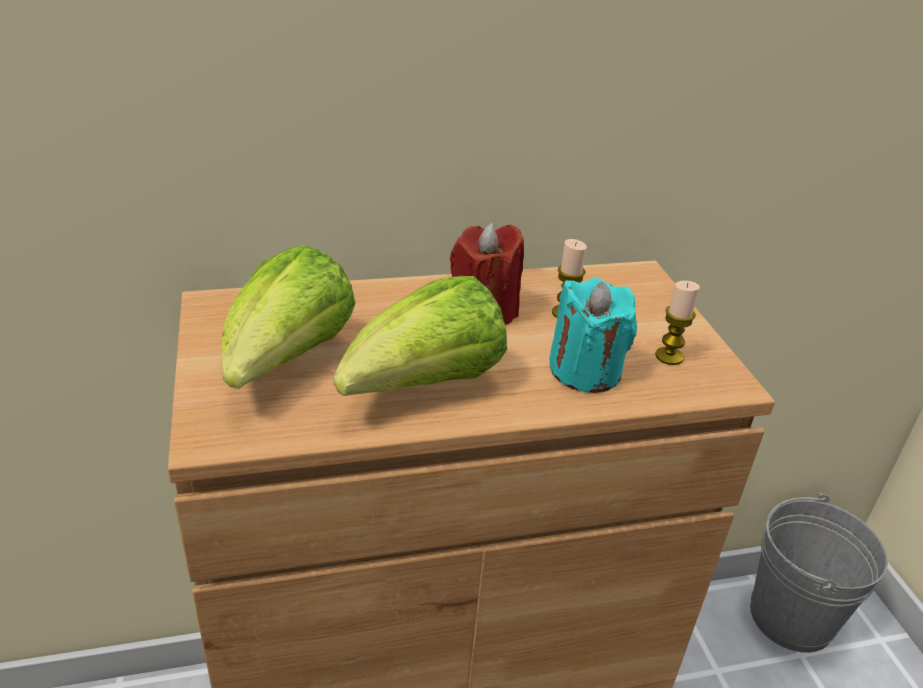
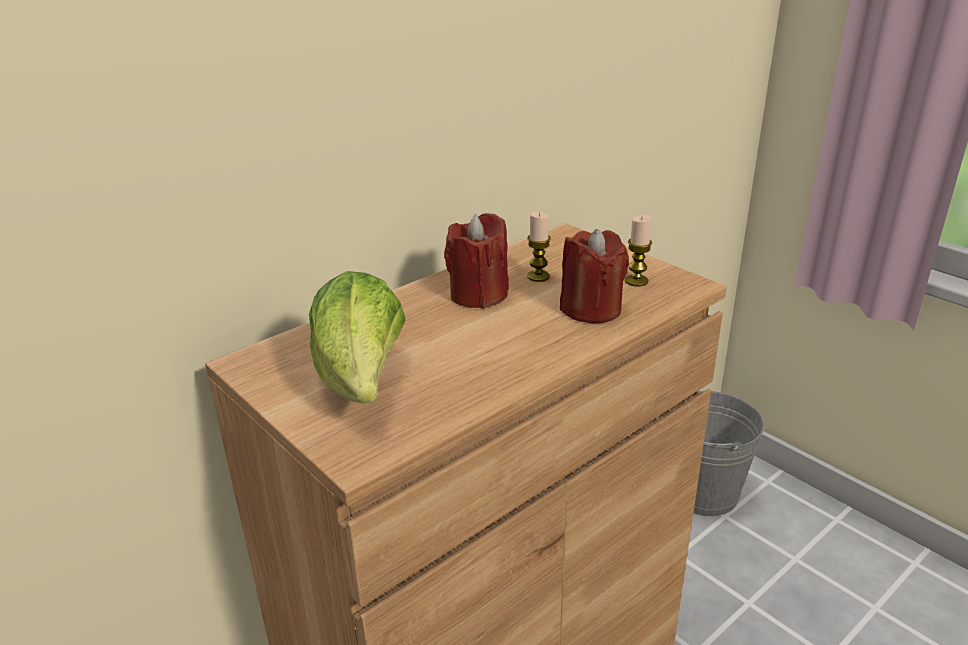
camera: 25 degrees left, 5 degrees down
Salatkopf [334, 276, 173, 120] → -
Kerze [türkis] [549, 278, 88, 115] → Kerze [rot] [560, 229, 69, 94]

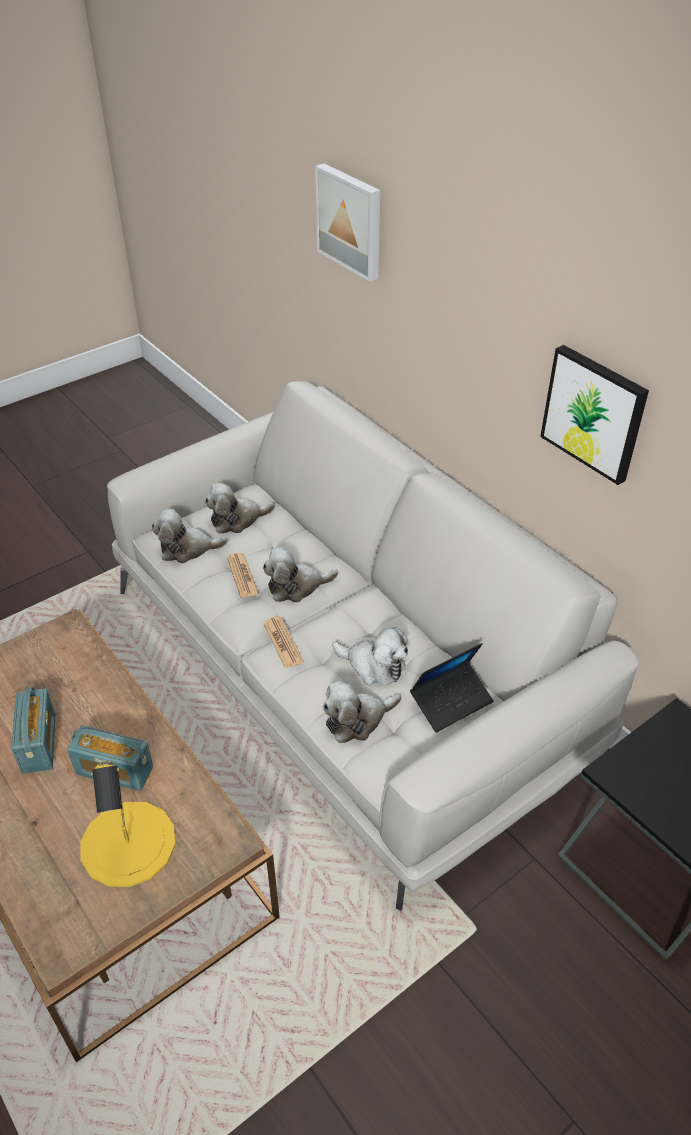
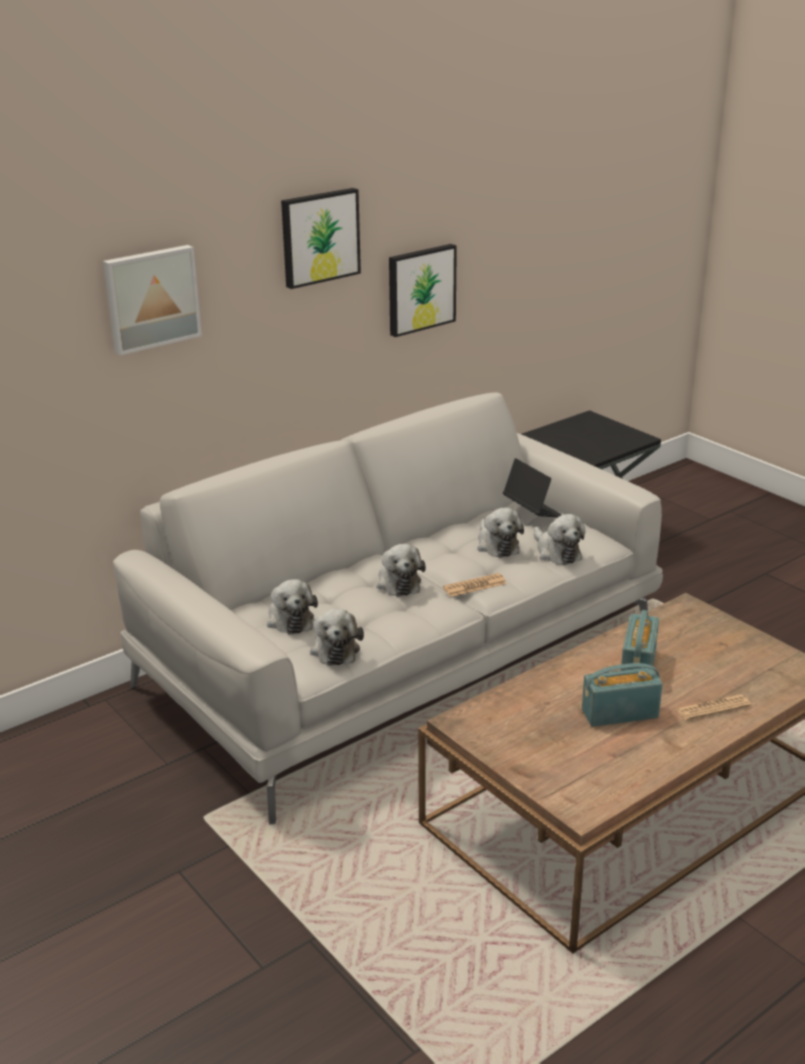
camera: 90 degrees left, 15 degrees down
Zeitung [227, 553, 32, 45] → Zeitung [676, 694, 75, 26], relocated
Plüschtier [332, 627, 76, 58] → Plüschtier [478, 508, 46, 50], 135 degrees clockwise
Tischlampe [gelb] [81, 762, 95, 125] → -
- → Bild [281, 188, 80, 101]

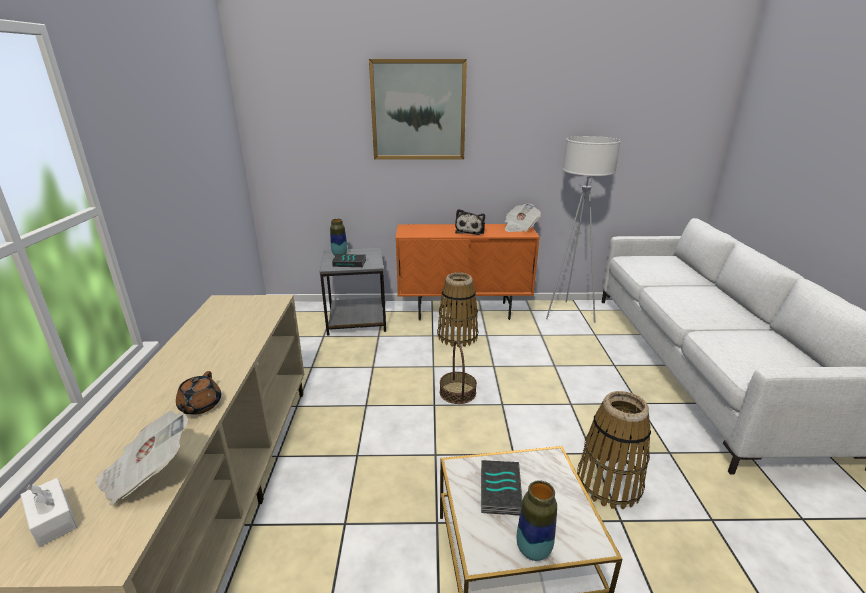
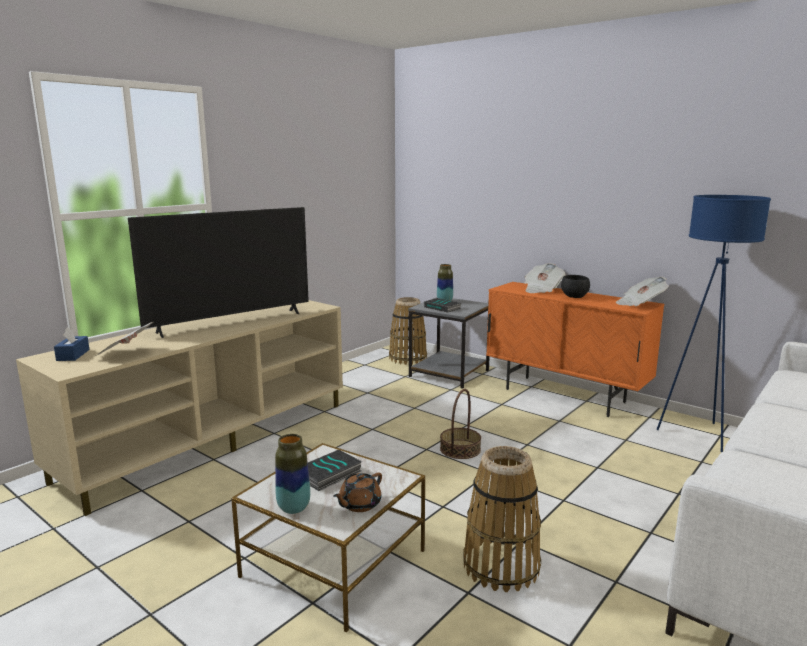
camera: 40 degrees right, 10 degrees down
Bild [369, 59, 98, 101] → -
Stehlampe [weiß] [546, 136, 75, 187] → Stehlampe [blau] [656, 195, 115, 257]
Plüschtier [455, 209, 30, 26] → Schüssel [schwarz] [561, 275, 29, 23]
Korb [437, 272, 41, 75] → Korb [389, 297, 38, 68], relocated
Teekanne [braun] [176, 371, 45, 44] → Teekanne [braun] [334, 473, 48, 39], relocated
Taschentuchbox [weiß] [21, 478, 56, 69] → Taschentuchbox [blau] [54, 327, 36, 34]
- → Fernseher [128, 207, 181, 131]
- → Zeitung [524, 263, 41, 30]

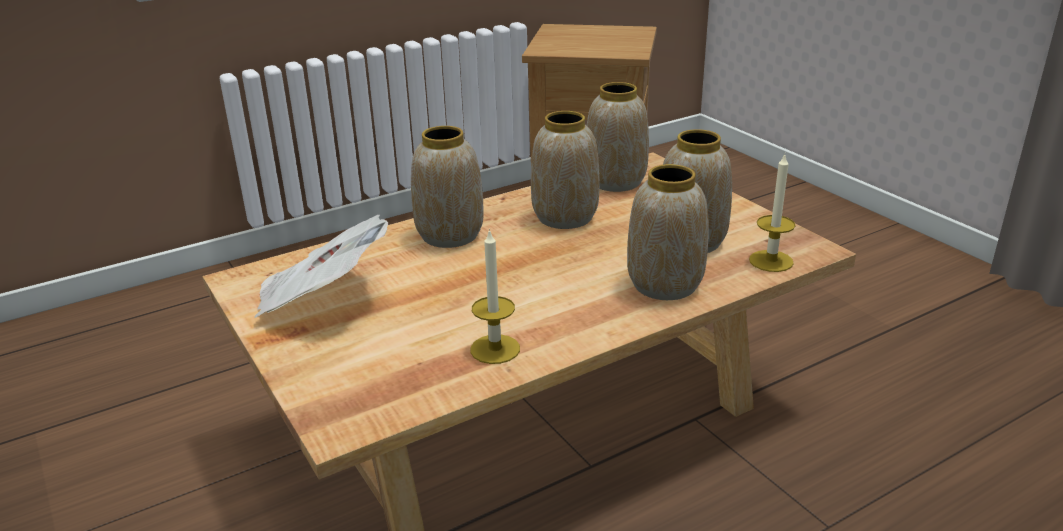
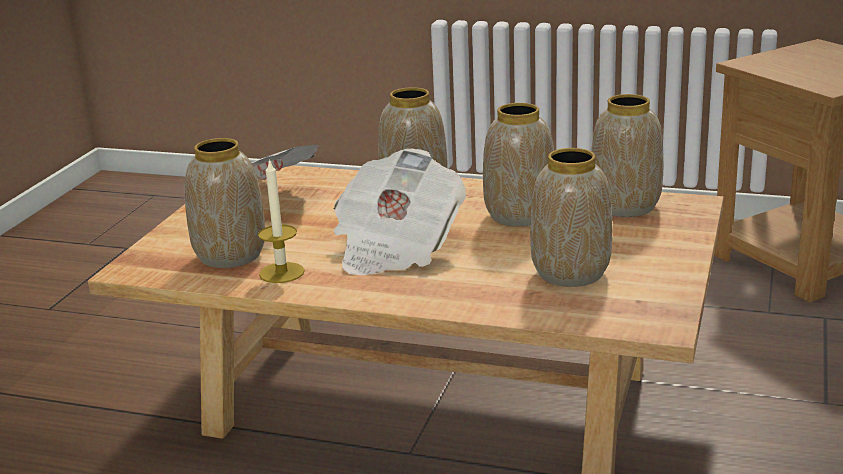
camera: 50 degrees right, 5 degrees down
Kerze [749, 154, 46, 118] → -
Vase [627, 164, 82, 136] → Vase [185, 138, 80, 130], relocated
- → Zeitung [334, 149, 132, 126]

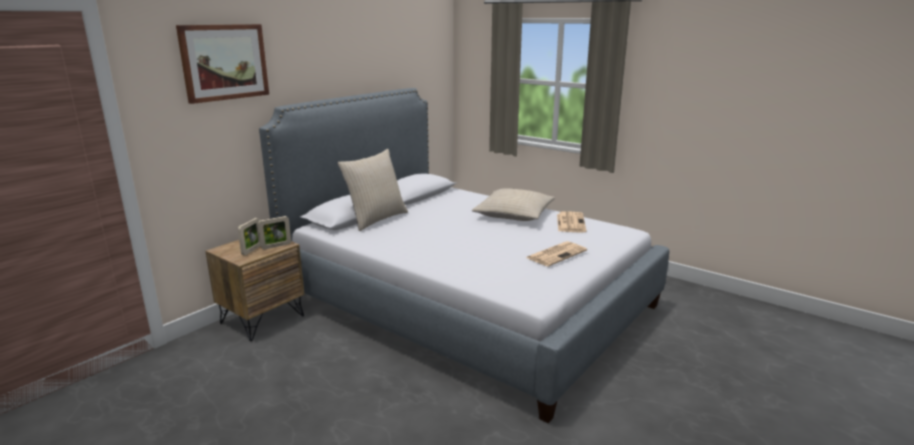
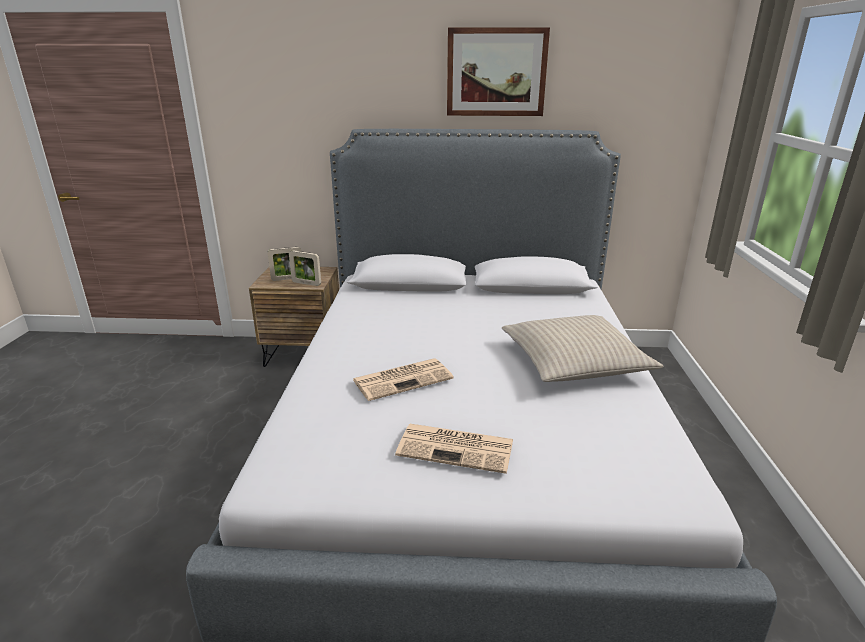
camera: 55 degrees right, 5 degrees up
Bild [176, 24, 93, 80] → Bild [447, 27, 103, 89], relocated
Kissen [beige] [338, 149, 70, 82] → -
Zeitung [557, 212, 29, 21] → Zeitung [352, 358, 102, 43], relocated

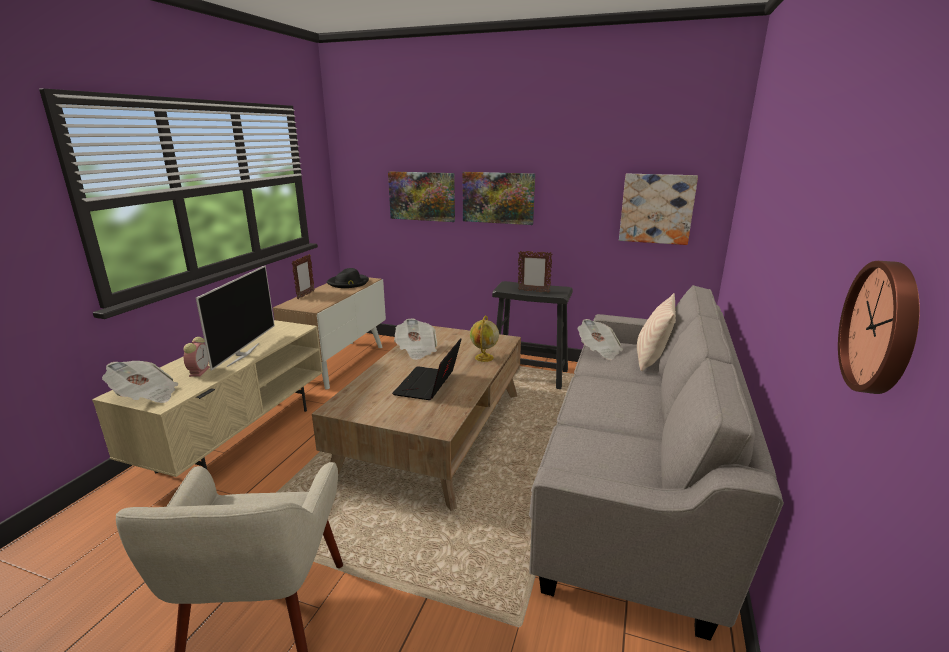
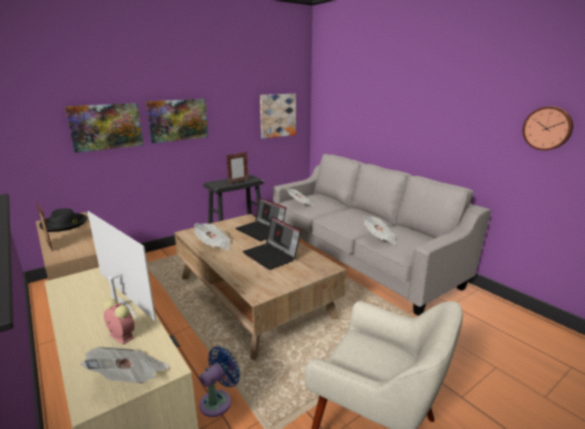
camera: 55 degrees left, 0 degrees up
Kissen [beige] [637, 293, 39, 78] → -
Globus [470, 316, 29, 46] → Laptop [236, 198, 50, 43]
- → Zeitung [364, 216, 32, 29]
- → Ventilator [blau] [199, 346, 41, 71]

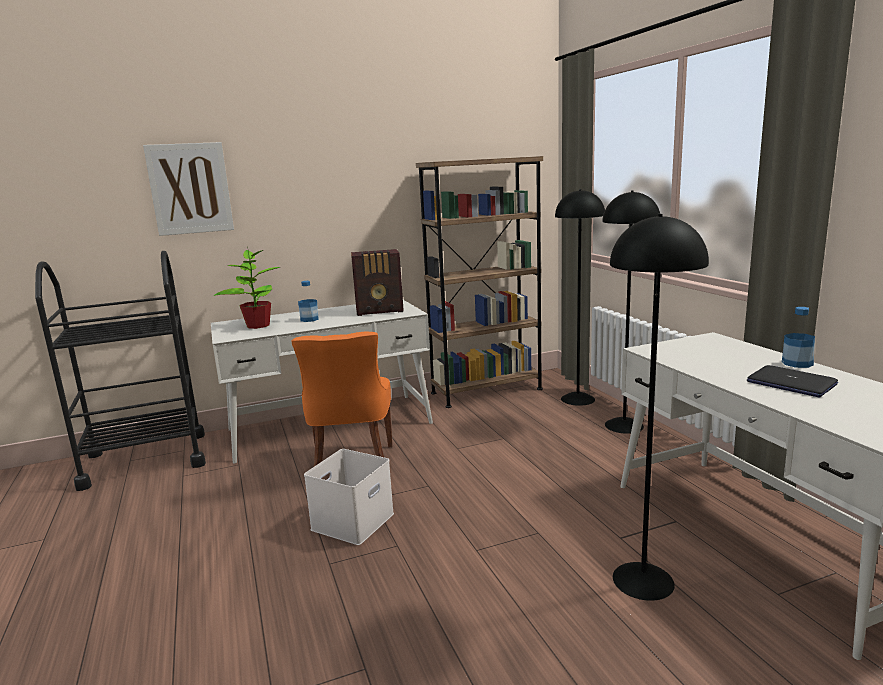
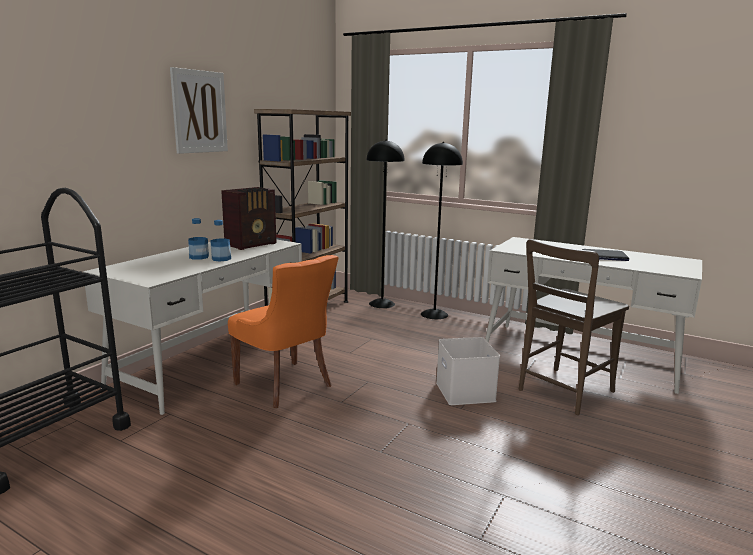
camera: 40 degrees left, 0 degrees up
Bild [143, 142, 91, 94] → Bild [170, 67, 58, 87], relocated
Stehlampe [schwarz] [610, 214, 99, 387] → Stuhl [braun] [519, 239, 110, 176]
Topfpflanze [214, 247, 67, 82] → -
Flasche [782, 307, 33, 61] → Flasche [210, 220, 21, 42], relocated
Aufbewahrungsbox [weiß] [304, 449, 90, 96] → Aufbewahrungsbox [weiß] [436, 337, 64, 68], relocated

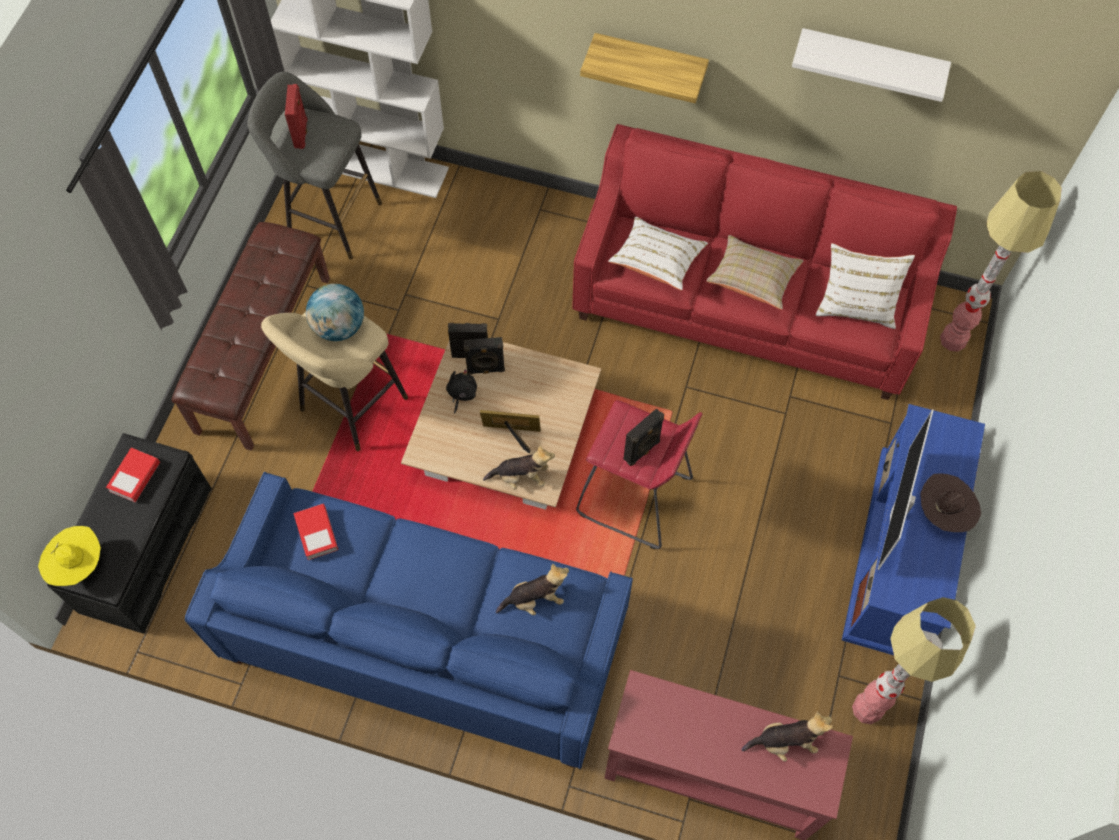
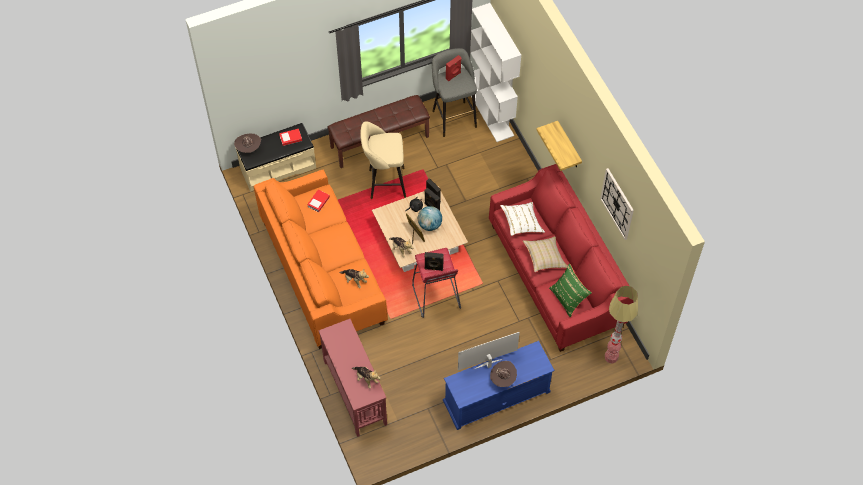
camera: 50 degrees right, 5 degrees down
Wandregal [weiß] [792, 28, 159, 74] → Wanduhr [600, 168, 34, 72]
Kissen [weiß] [816, 243, 99, 86] → Kissen [grün] [549, 263, 43, 54]
Globus [306, 284, 58, 57] → Globus [418, 206, 24, 25], relocated
Bank [schwarz] [47, 433, 165, 201] → Bank [beige] [235, 123, 81, 69]
Sofa [blau] [185, 472, 448, 297] → Sofa [orange] [254, 170, 134, 179]
Hut [gelb] [38, 526, 63, 60] → Hut [braun] [234, 134, 27, 19]
Stehlampe [852, 597, 124, 127] → -

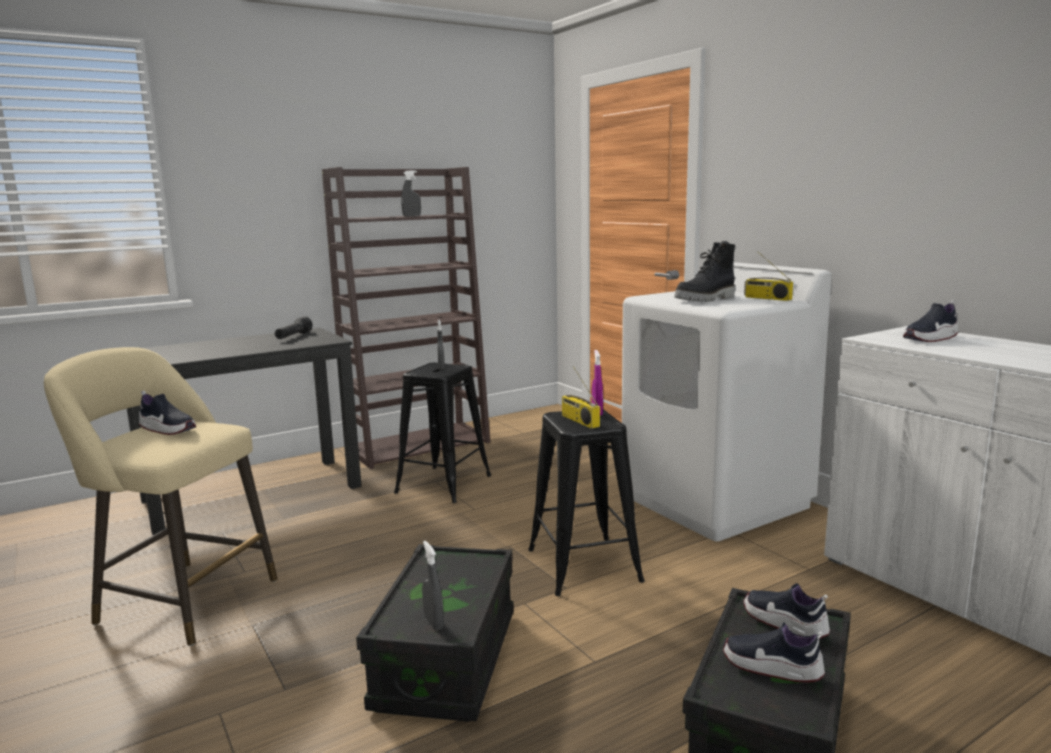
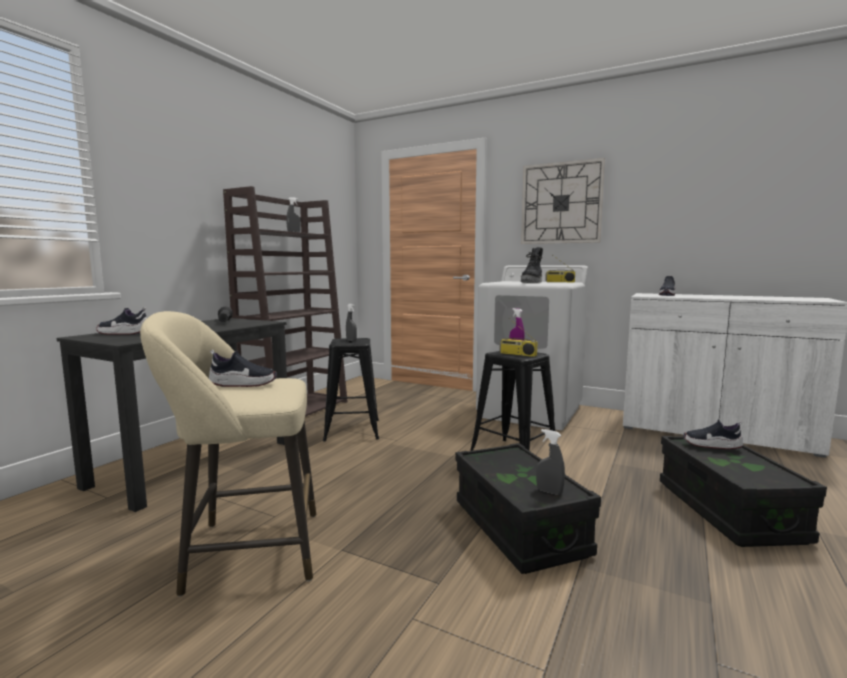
camera: 30 degrees left, 5 degrees down
Schuh [723, 622, 102, 61] → Schuh [96, 307, 51, 28], relocated
- → Wanduhr [521, 158, 84, 86]

